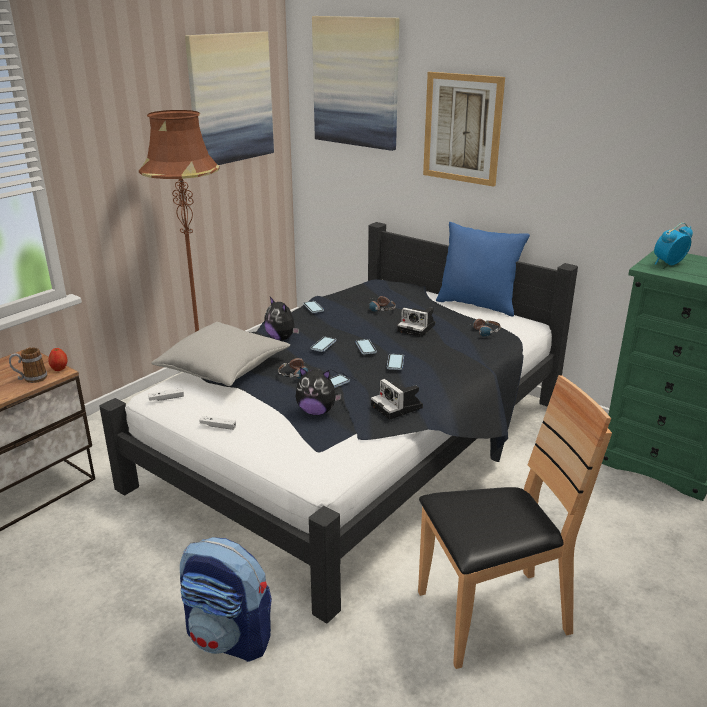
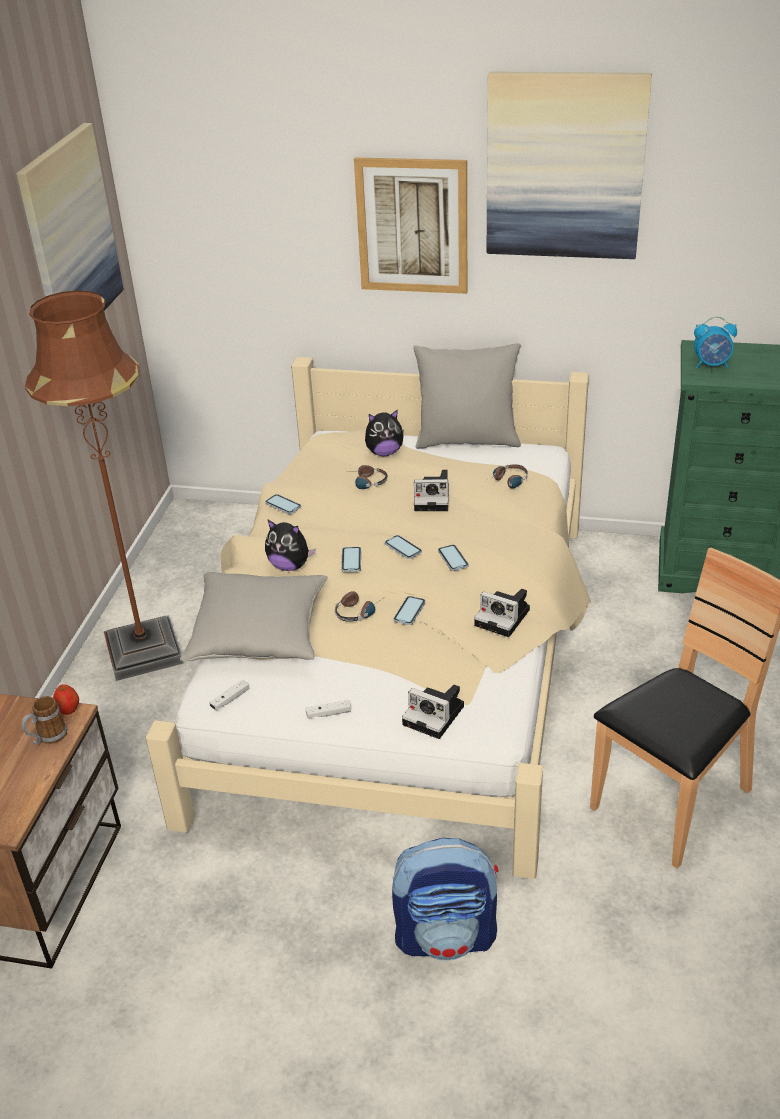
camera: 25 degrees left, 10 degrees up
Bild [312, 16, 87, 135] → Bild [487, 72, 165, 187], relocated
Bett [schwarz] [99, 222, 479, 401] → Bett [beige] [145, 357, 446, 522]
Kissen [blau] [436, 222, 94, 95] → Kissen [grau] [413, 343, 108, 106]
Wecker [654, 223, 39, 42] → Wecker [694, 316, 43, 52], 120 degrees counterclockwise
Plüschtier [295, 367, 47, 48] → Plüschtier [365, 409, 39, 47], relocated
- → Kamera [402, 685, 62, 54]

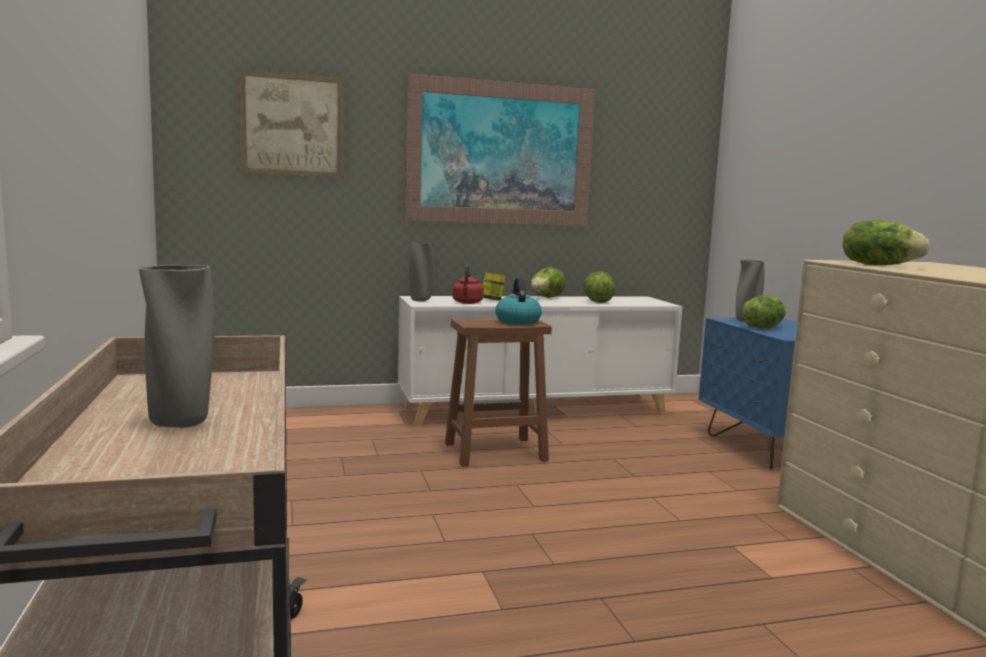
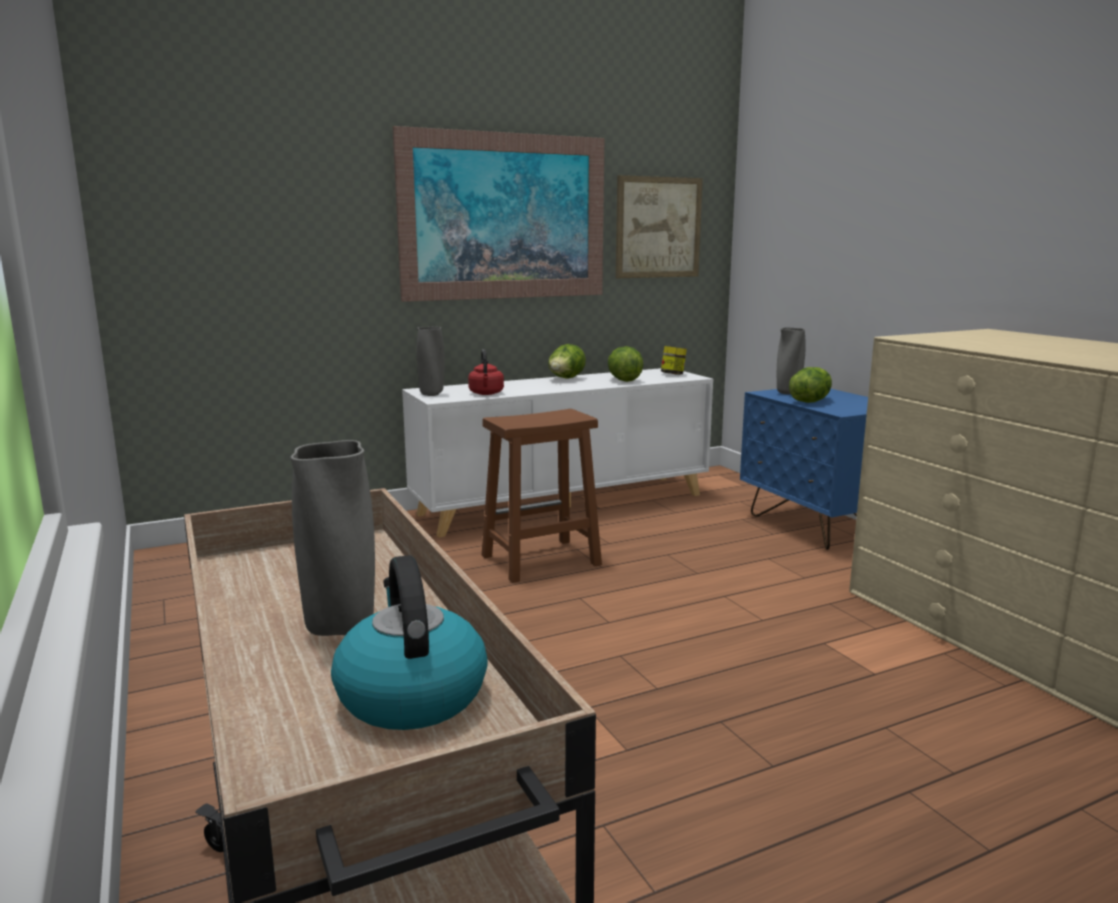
camera: 10 degrees left, 5 degrees up
Bild [239, 69, 105, 110] → Bild [616, 175, 87, 103], relocated
Salatkopf [843, 220, 87, 45] → -
Vorratsglas [483, 272, 23, 29] → Vorratsglas [661, 346, 26, 29], relocated
Wasserkessel [495, 277, 47, 47] → Wasserkessel [331, 555, 157, 175], relocated

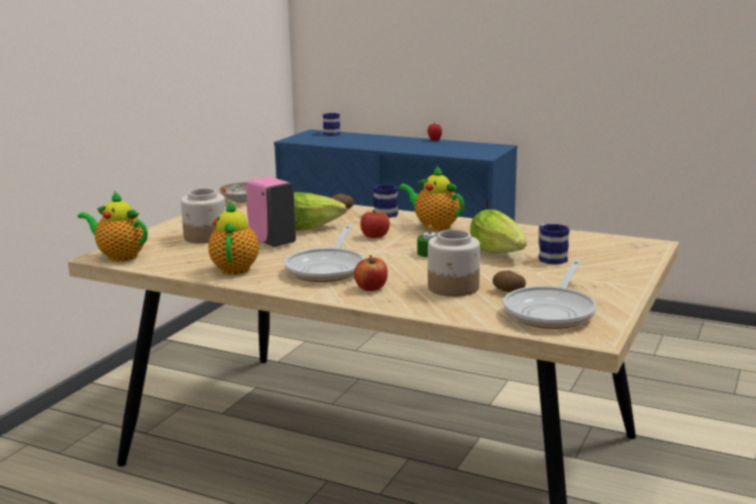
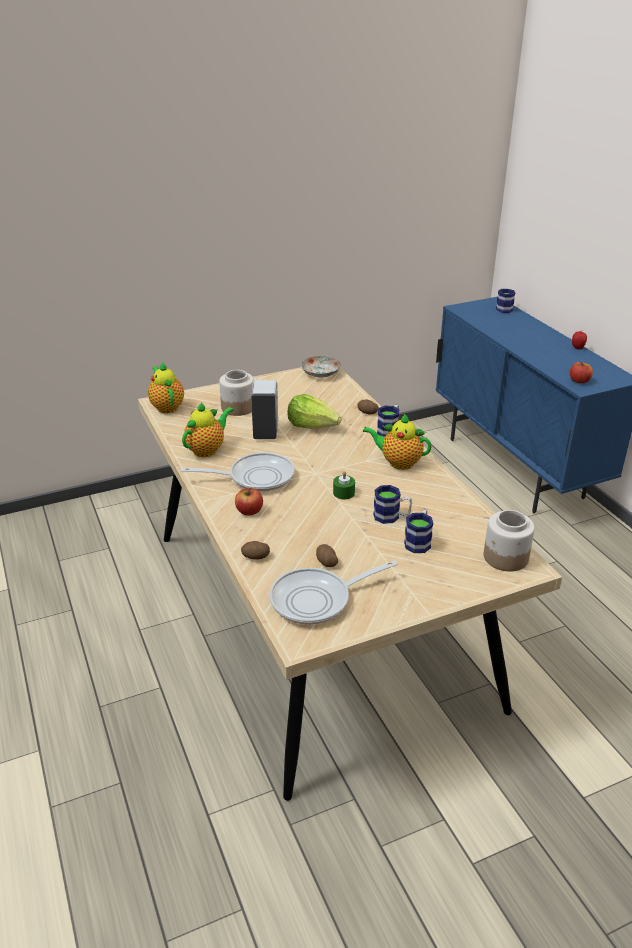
camera: 40 degrees right, 15 degrees up
Teekanne [399, 165, 65, 66] → Teekanne [362, 414, 70, 56], 60 degrees counterclockwise
Seifenspender [rosa] [247, 176, 49, 71] → Seifenspender [weiß] [251, 380, 27, 59]
Salatkopf [470, 209, 57, 44] → Henkelbecher [373, 485, 39, 39]
Apfel [360, 210, 30, 28] → Apfel [570, 362, 23, 21], relocated
Pfanne [285, 225, 79, 57] → Pfanne [181, 452, 113, 40], 150 degrees counterclockwise
Vorratsglas [428, 230, 52, 67] → Vorratsglas [484, 510, 51, 62], relocated
- → Kartoffel [241, 541, 29, 19]

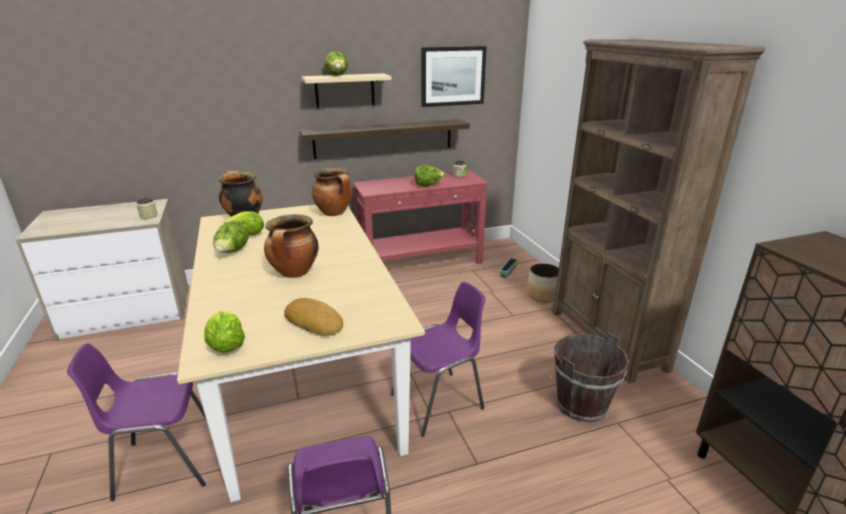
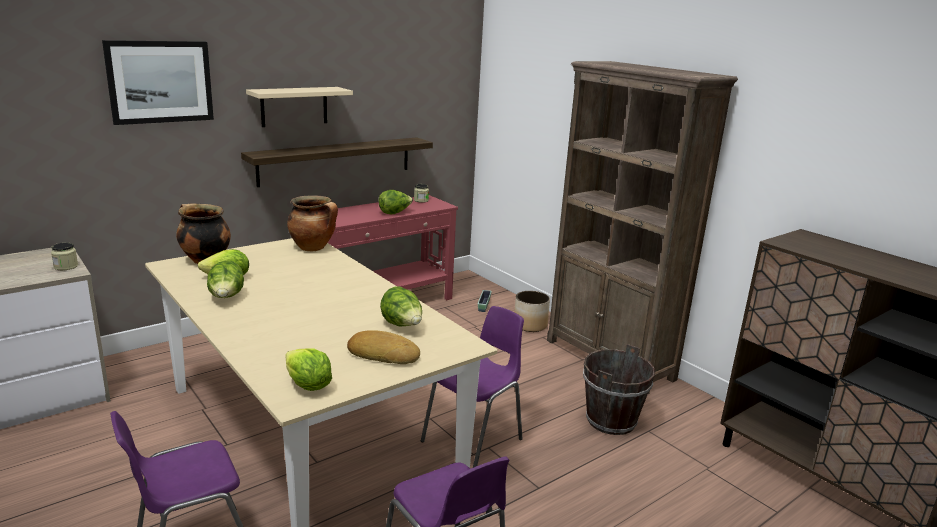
camera: 20 degrees left, 5 degrees down
Bild [421, 46, 66, 61] → Bild [102, 40, 112, 85], relocated
Salatkopf [324, 51, 24, 25] → Salatkopf [380, 286, 42, 40], relocated
Kochtopf [264, 214, 55, 64] → -

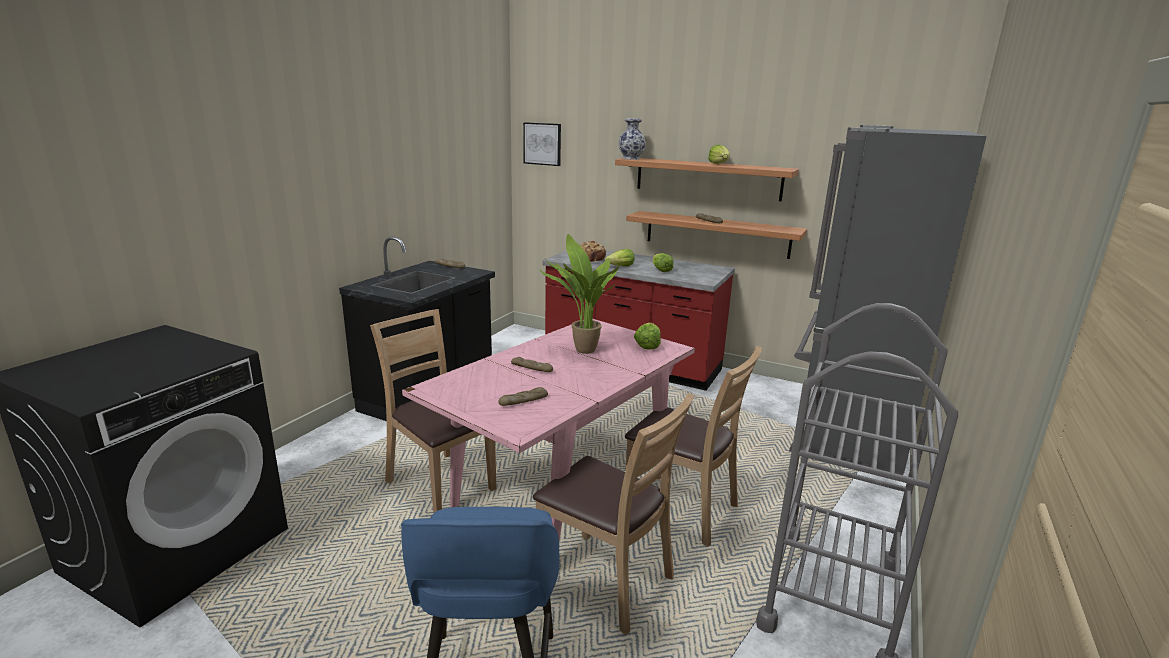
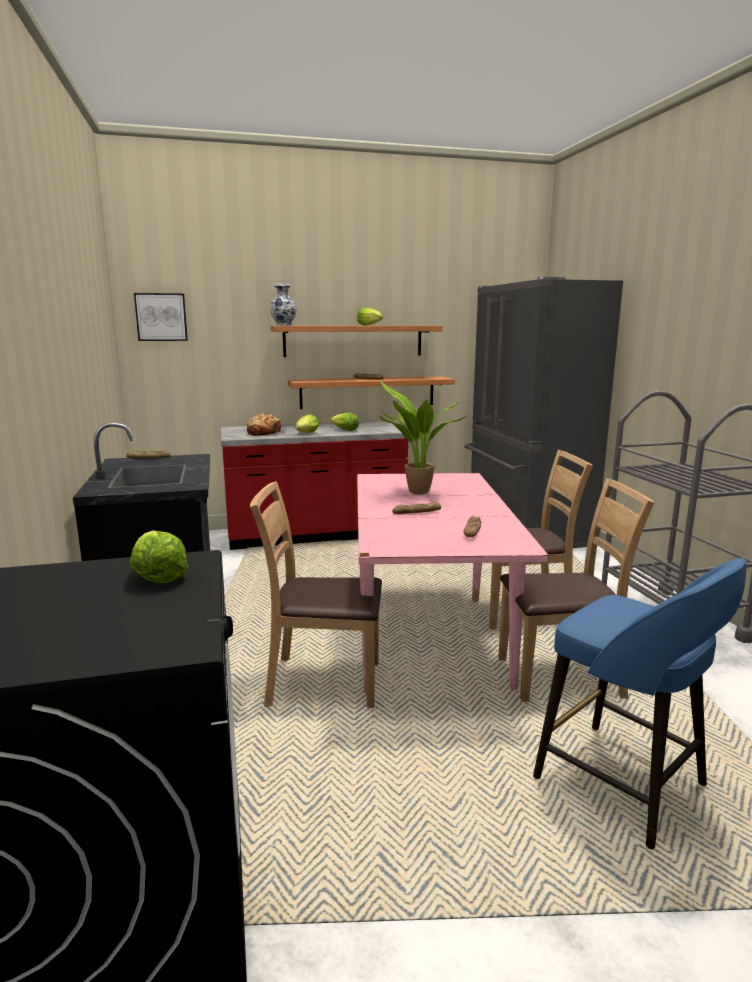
camera: 40 degrees left, 5 degrees down
Salatkopf [634, 323, 27, 27] → Salatkopf [130, 531, 58, 52], relocated

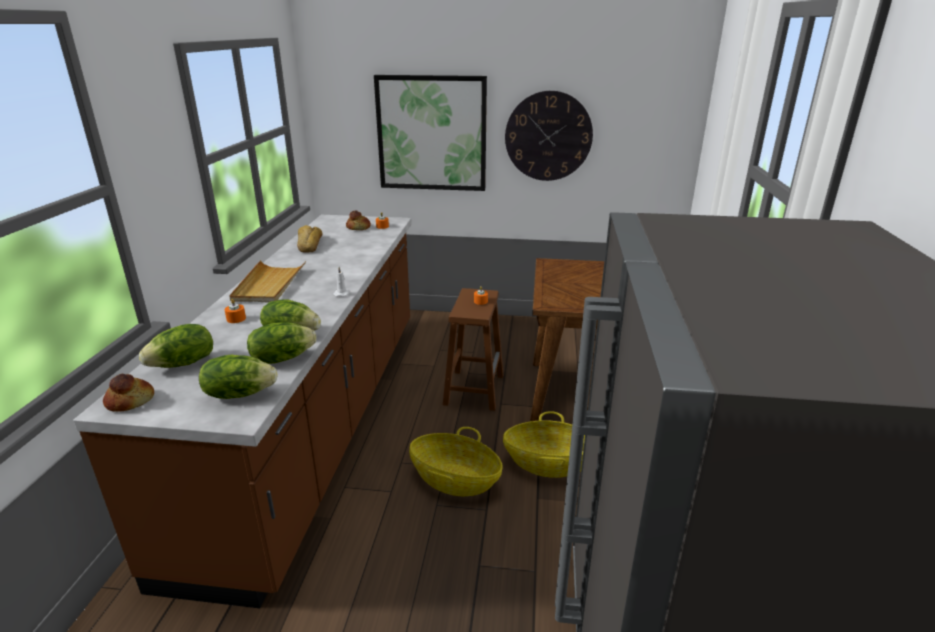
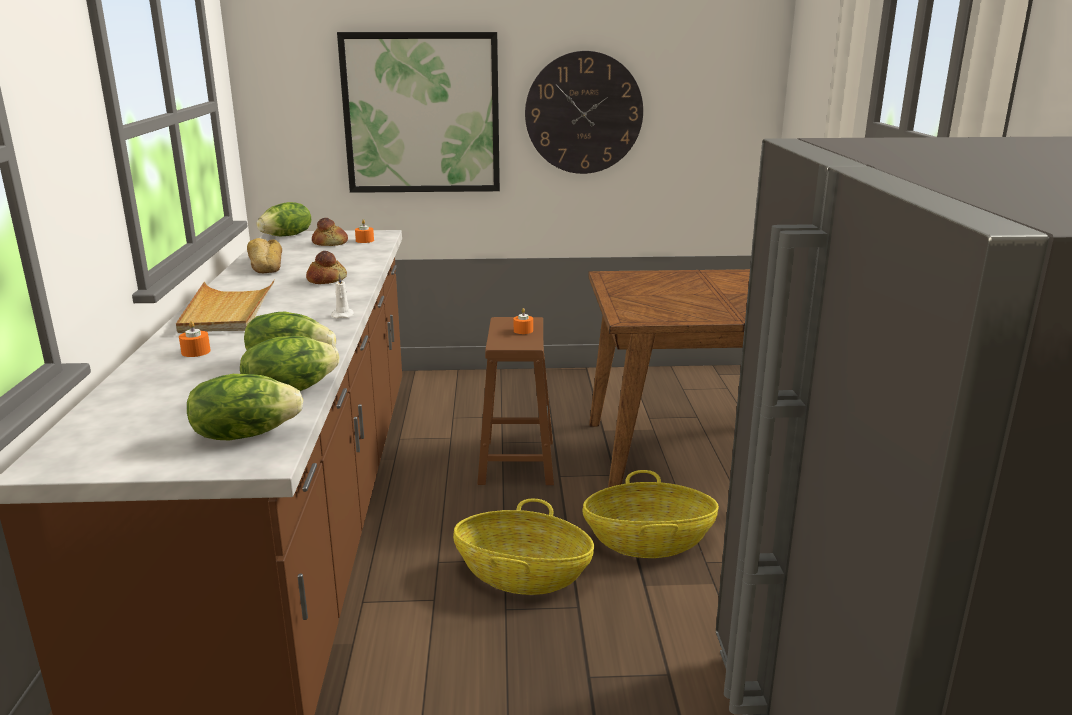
camera: 10 degrees left, 5 degrees down
Salatkopf [139, 324, 74, 44] → Salatkopf [257, 202, 54, 34], relocated
Brot [103, 374, 51, 38] → Brot [306, 251, 41, 33], relocated

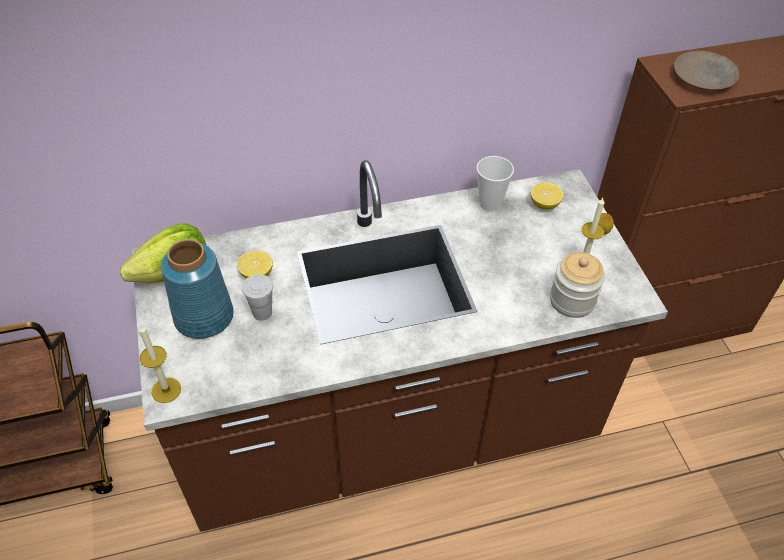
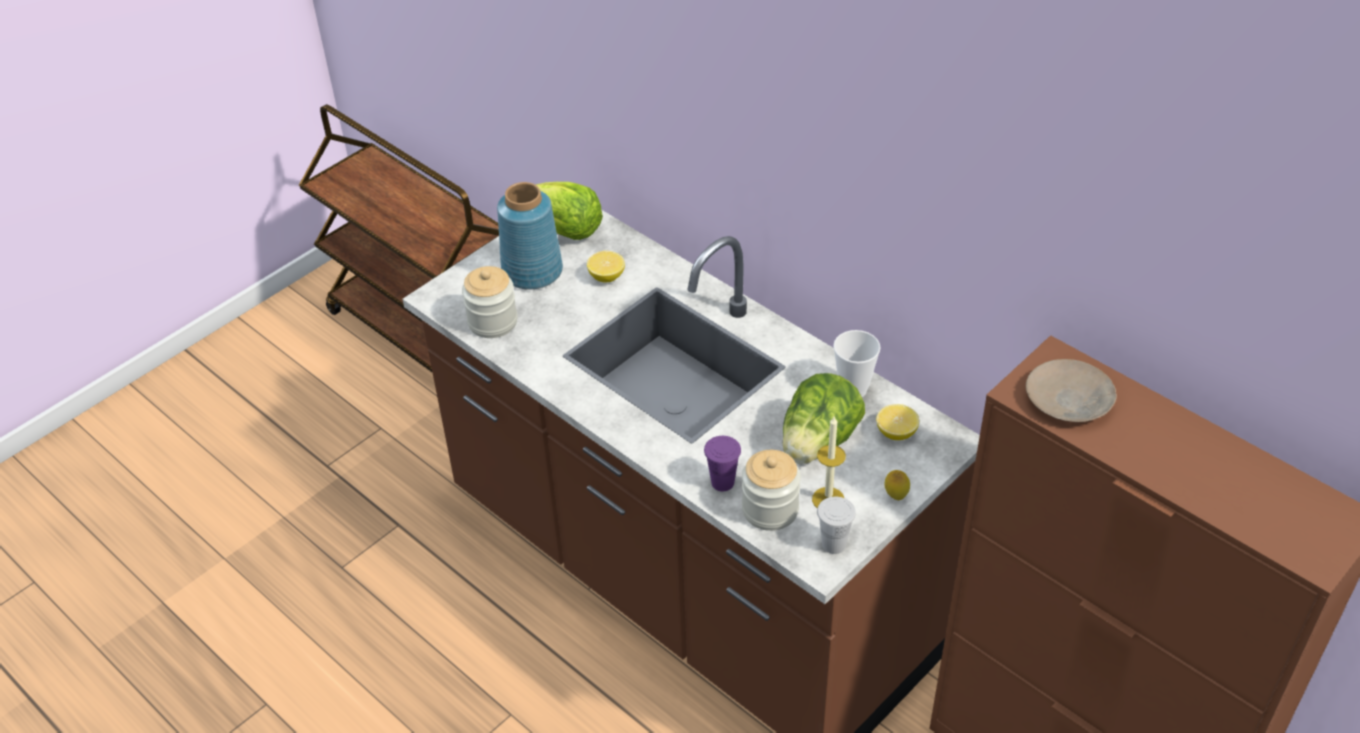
camera: 60 degrees right, 5 degrees down
Tasse [weiß] [242, 274, 31, 47] → Tasse [weiß] [817, 497, 39, 57], relocated
Kerze [139, 324, 42, 79] → -
- → Vorratsglas [462, 266, 56, 72]
- → Salatkopf [782, 373, 83, 91]
- → Tasse [lila] [704, 436, 37, 56]

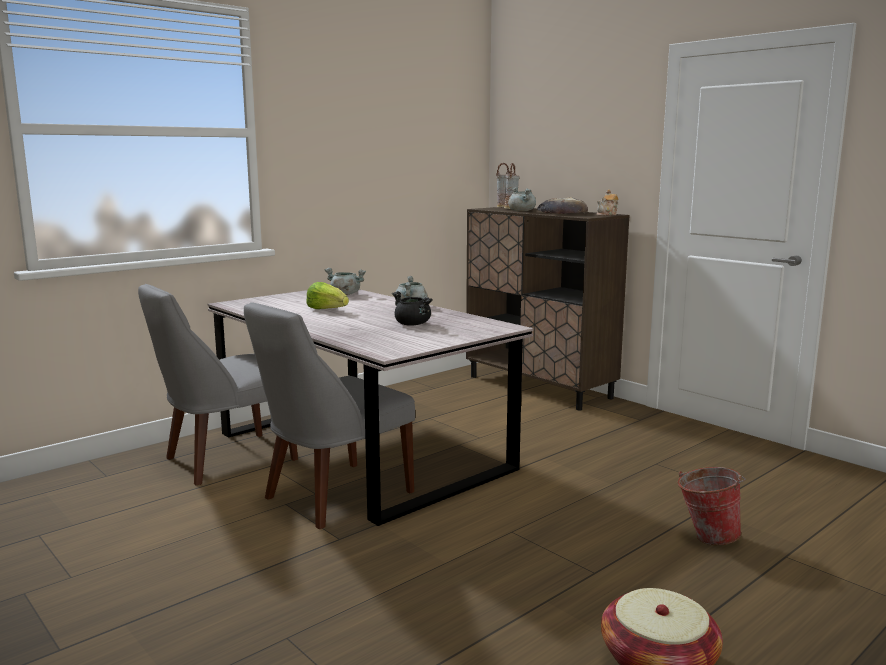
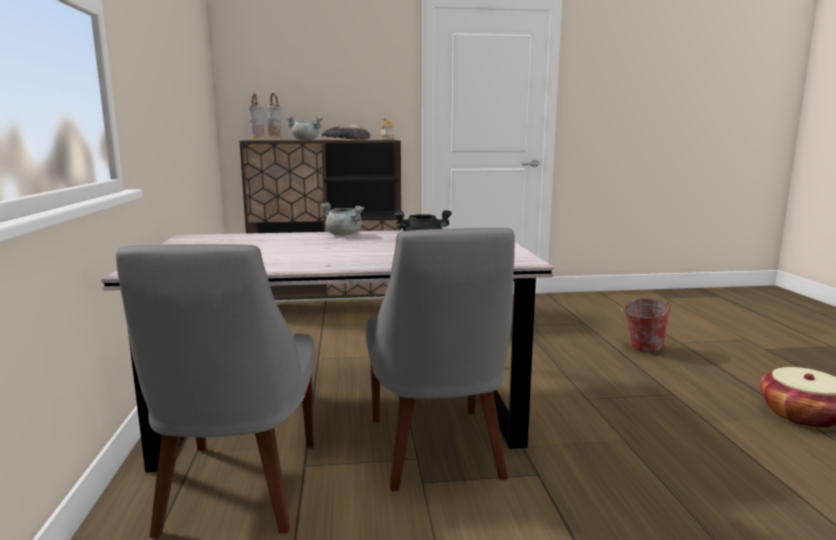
camera: 55 degrees left, 0 degrees up
Kochtopf [grau] [324, 268, 42, 27] → -
Salatkopf [306, 282, 43, 27] → -

